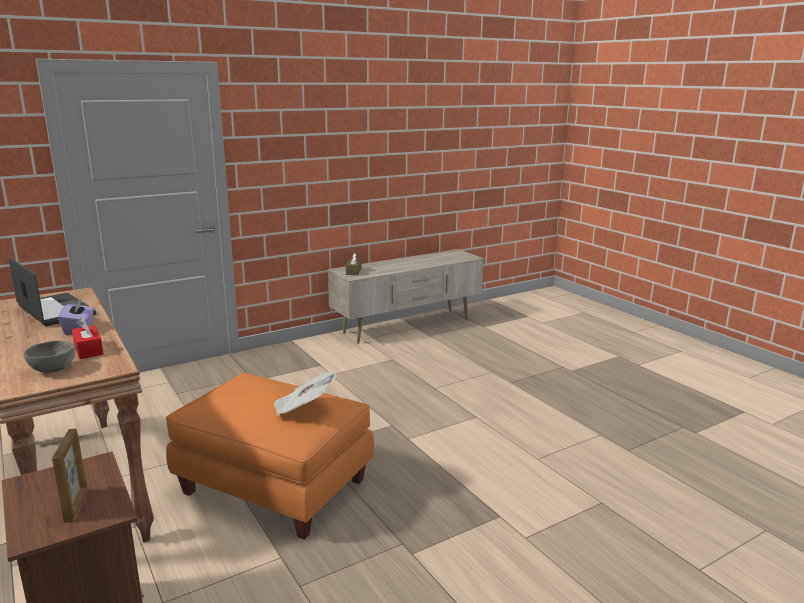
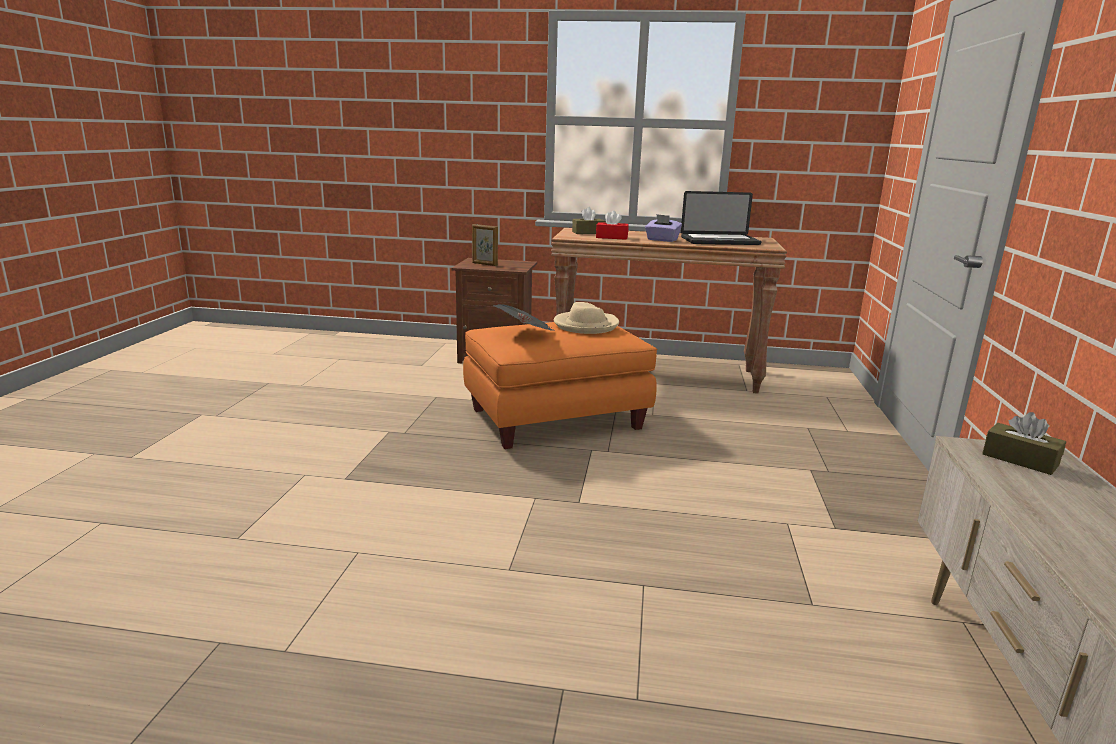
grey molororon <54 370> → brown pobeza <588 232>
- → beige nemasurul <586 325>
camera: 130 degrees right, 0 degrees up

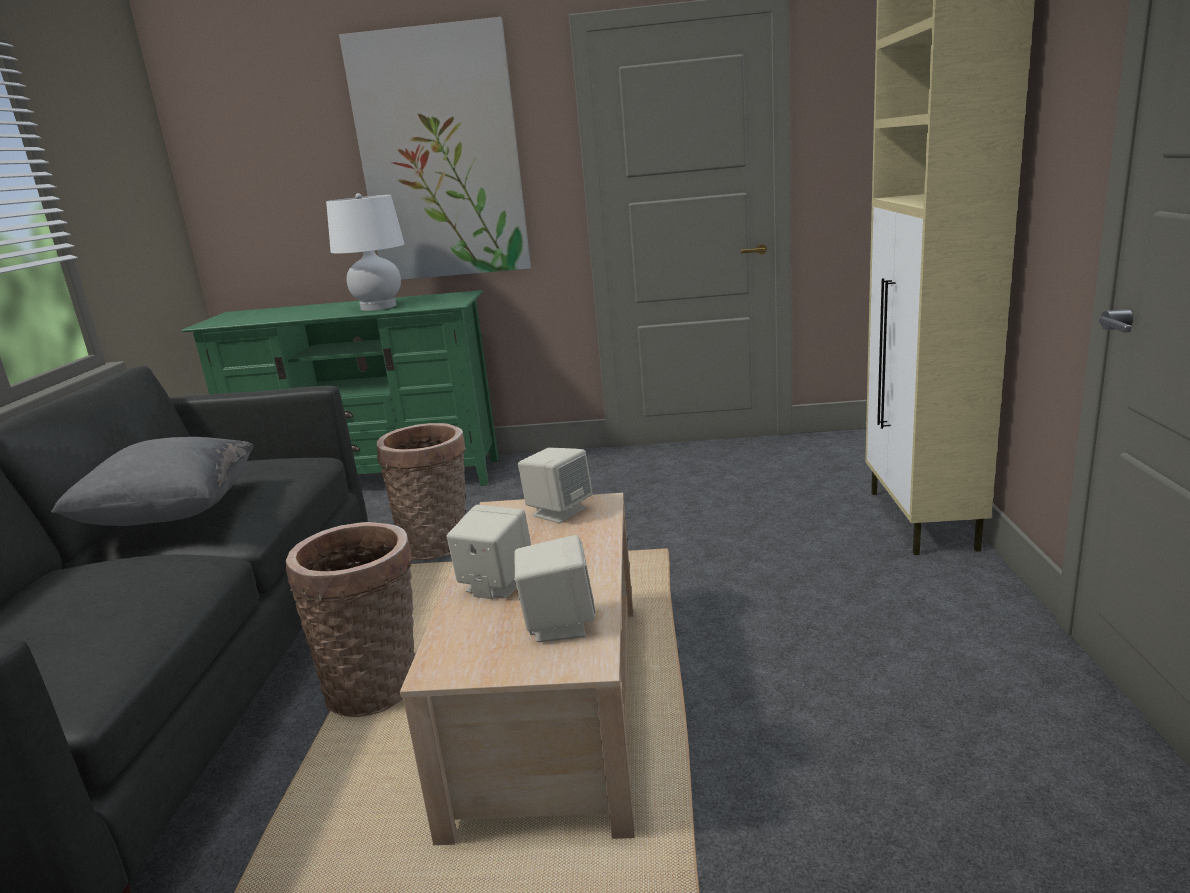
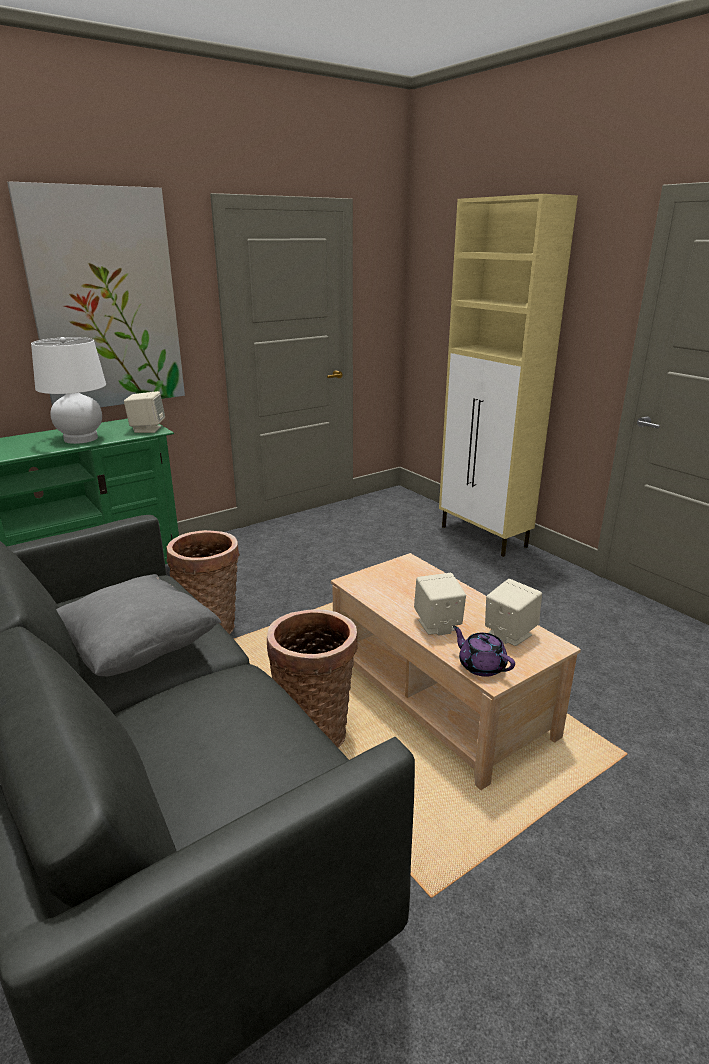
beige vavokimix <558 511> → beige vavokimix <147 429>, shifted
- → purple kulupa <481 665>
camera: 40 degrees left, 5 degrees up

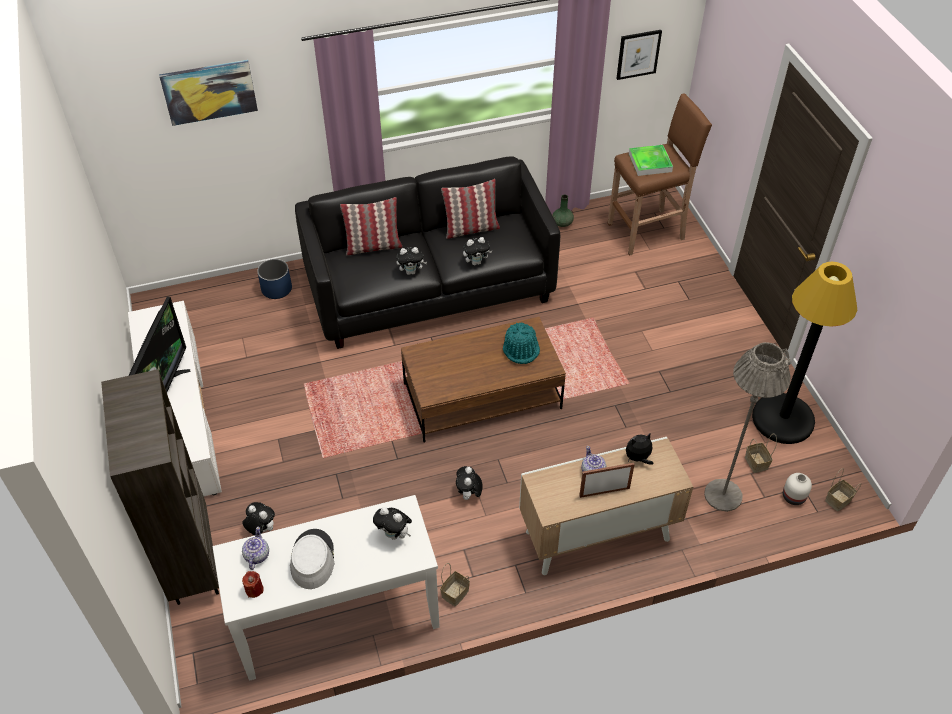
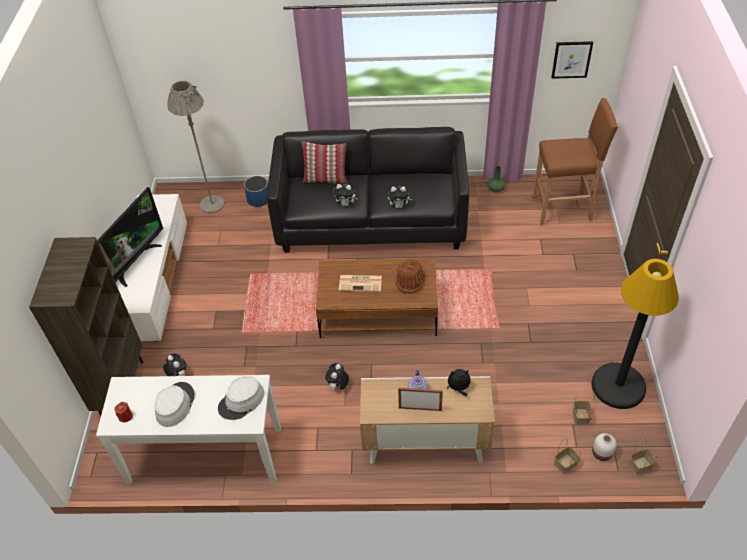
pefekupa <209 91> → -
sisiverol <650 162> → -
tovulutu <471 229> → -
turquoise nemasurul <521 349> → brown nemasurul <410 281>
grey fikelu <723 495> → grey fikelu <212 204>, shifted
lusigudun <394 534> → grey nemasurul <241 401>
kulupa <256 555> → -
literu <455 594> → literu <565 465>, shifted
- → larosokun <361 283>
camera: 20 degrees right, 0 degrees up

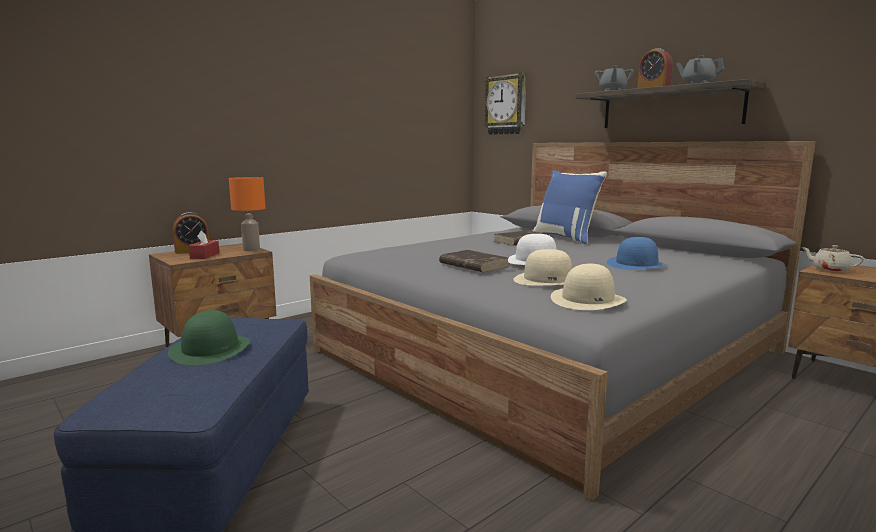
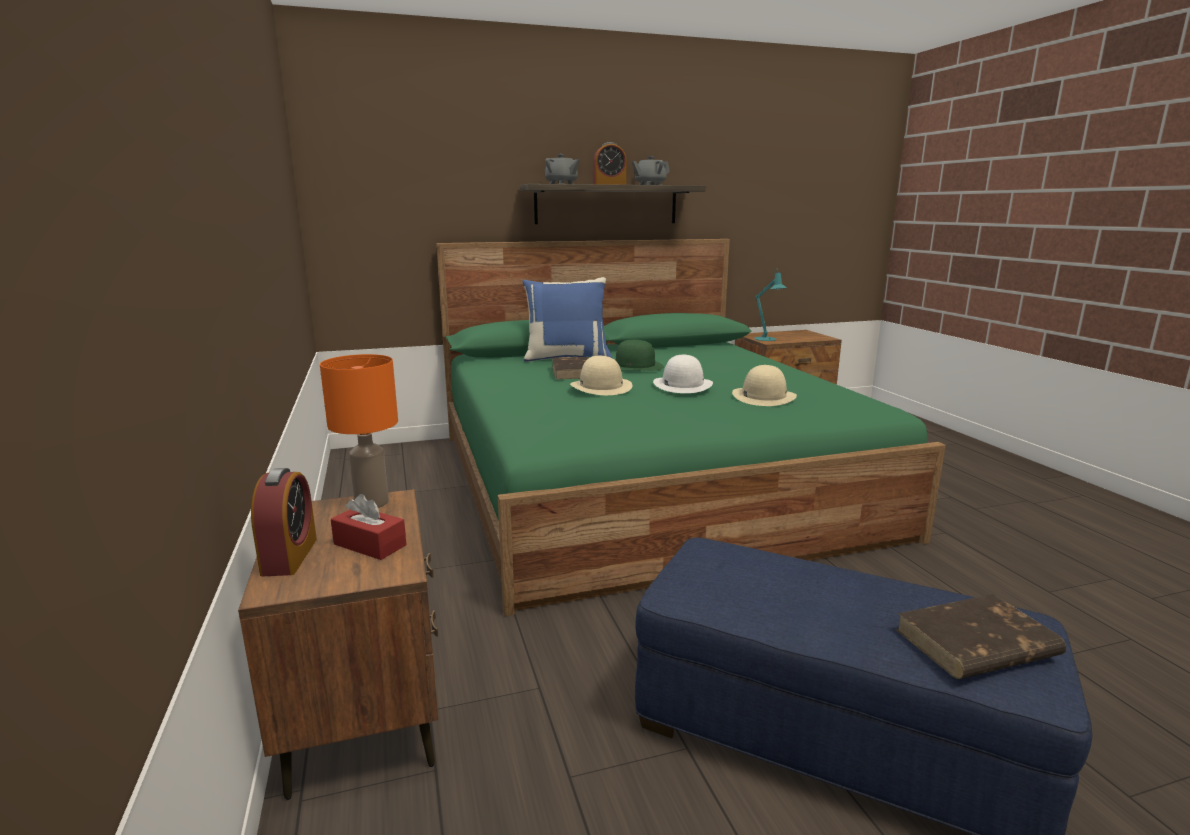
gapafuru <506 105> → -
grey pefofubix <549 351> → green pefofubix <645 481>
blue nemasurul <636 264> → -
beige kulupa <830 270> → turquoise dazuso <767 339>
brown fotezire <473 265> → brown fotezire <975 644>, shifted
beige nemasurul <588 300> → beige nemasurul <601 386>, shifted
green nemasurul <210 349> → green nemasurul <635 366>, shifted
camera: 65 degrees left, 5 degrees up

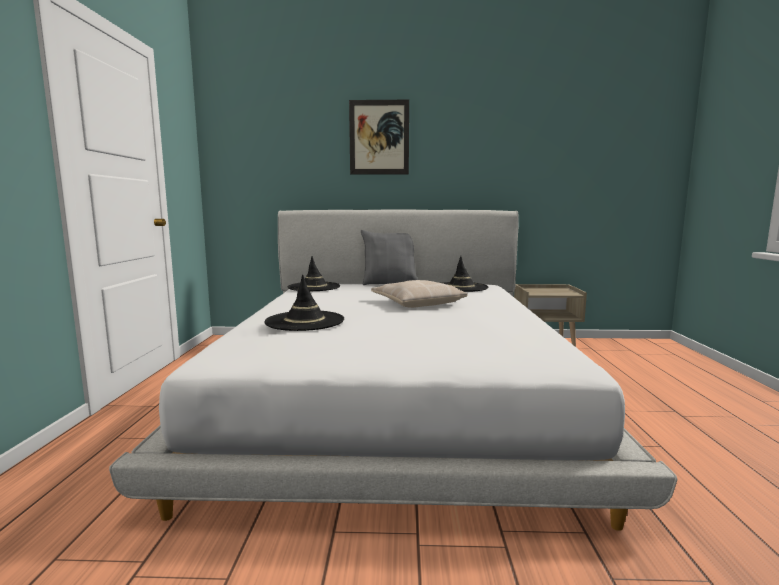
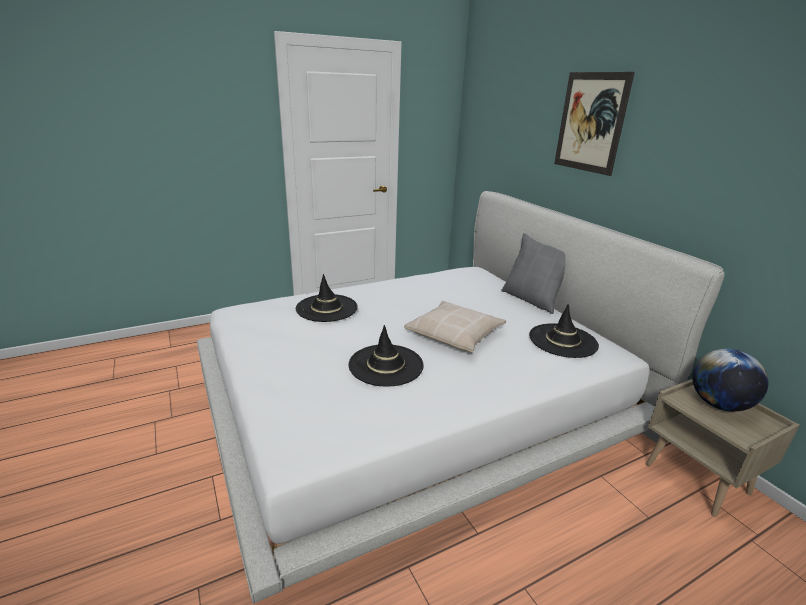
black nemasurul <314 287> → black nemasurul <386 365>, shifted
- → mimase <718 404>
camera: 60 degrees right, 15 degrees up

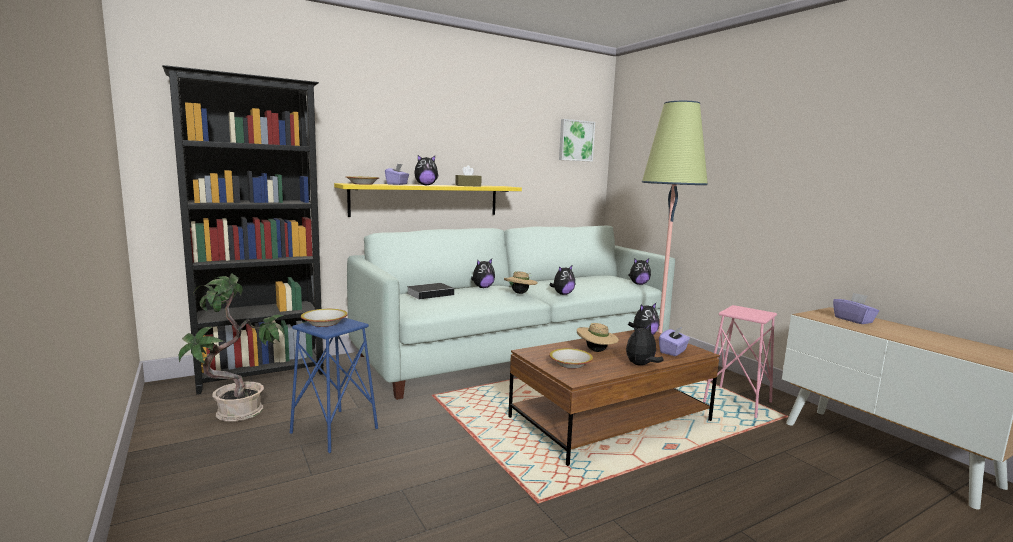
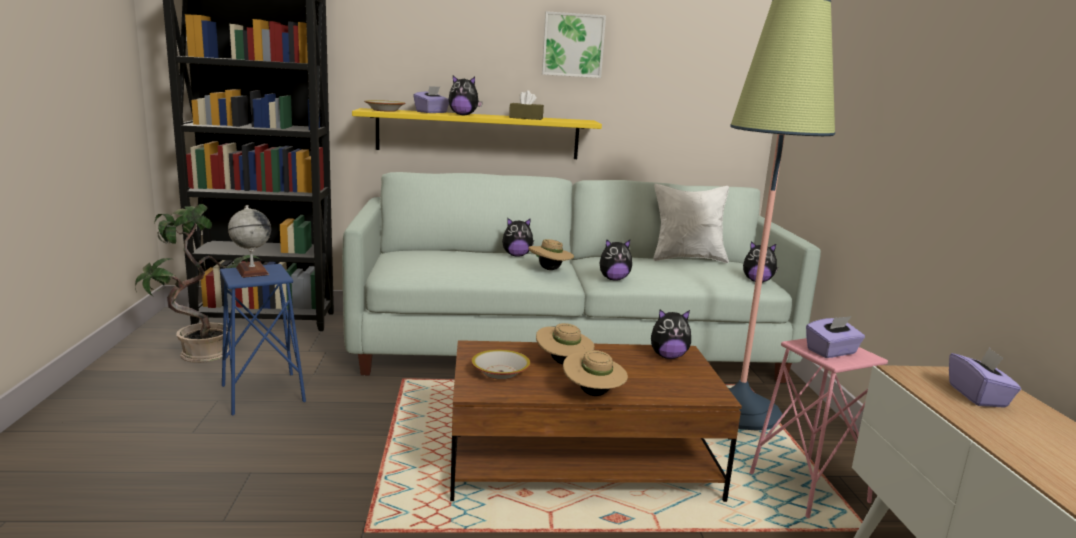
pefekupa <575 140> → pefekupa <573 45>, shifted
fotezire <431 294> → -
molororon <324 323> → mimase <252 271>
lusigudun <641 365> → beige nemasurul <593 394>
purple pobeza <673 351> → purple pobeza <832 352>, shifted
- → white tovulutu <687 258>
camera: 25 degrees right, 5 degrees up

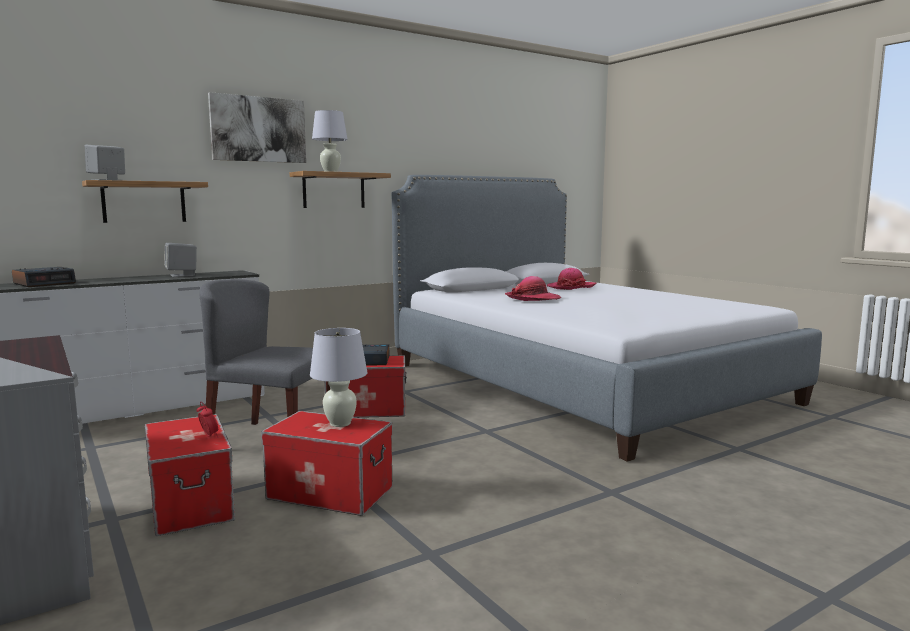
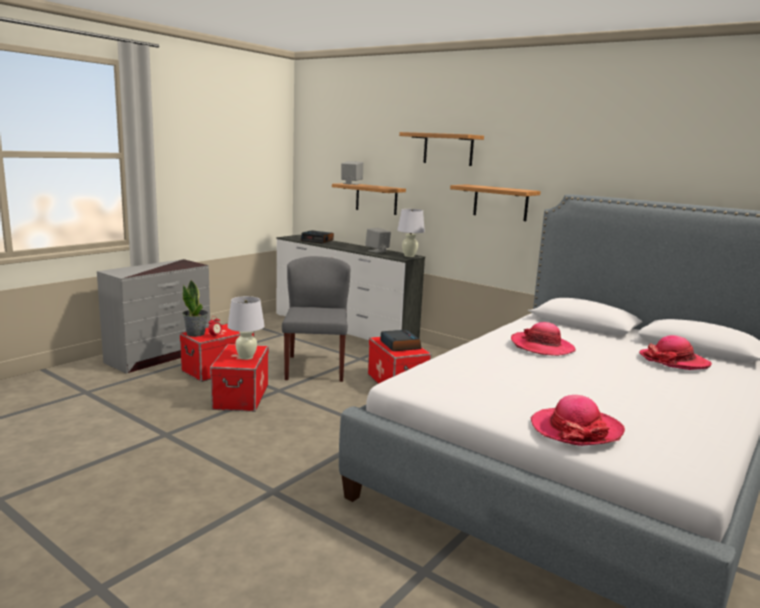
pefekupa <258 129> → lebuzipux <448 149>
white dazuso <330 172> → white dazuso <409 256>, shifted
- → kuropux <196 334>
- → nemasurul <576 429>
camera: 70 degrees right, 5 degrees up

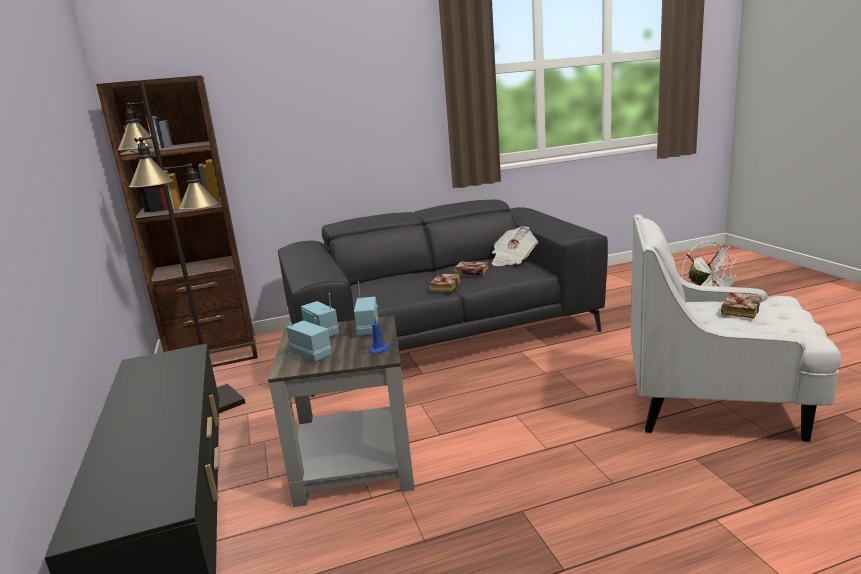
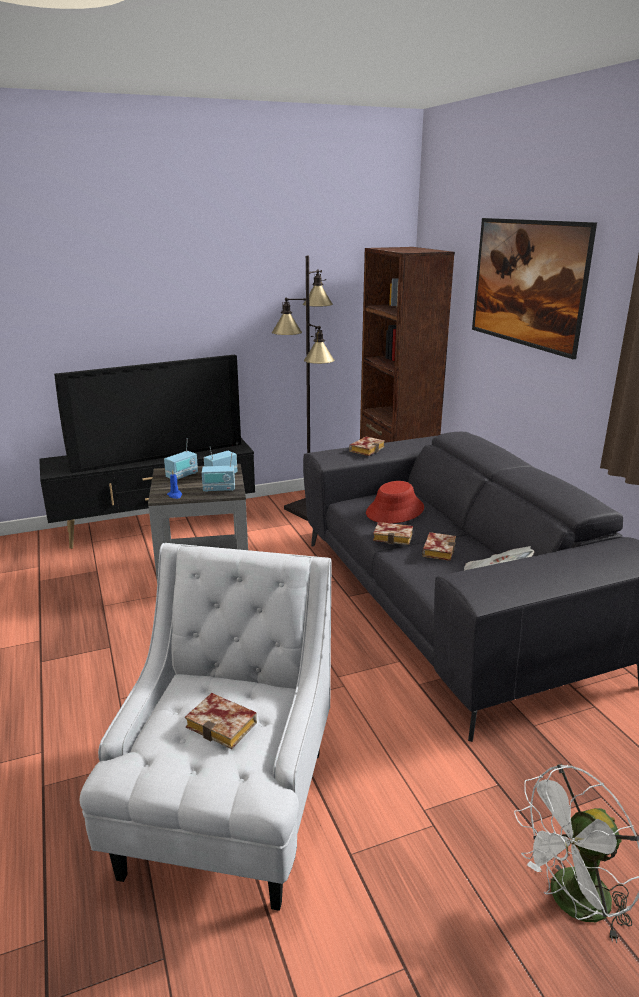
- → pefekupa <523 313>
- → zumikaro <158 454>
- → fotezire <366 449>
- → red nemasurul <395 511>
camera: 85 degrees right, 5 degrees up

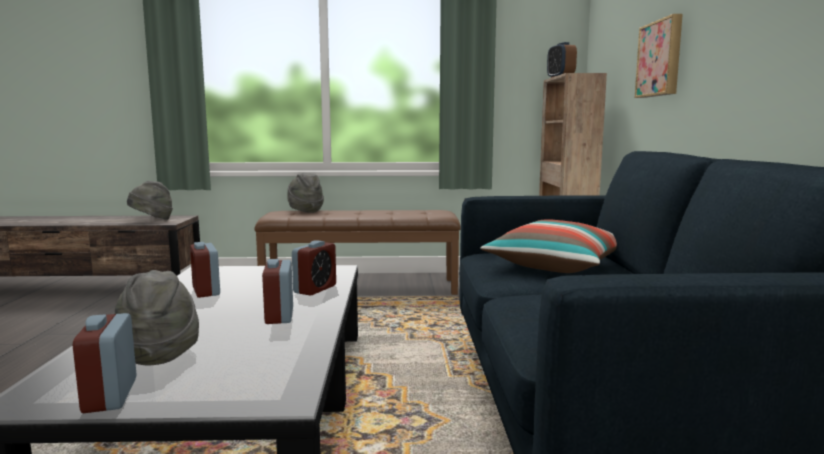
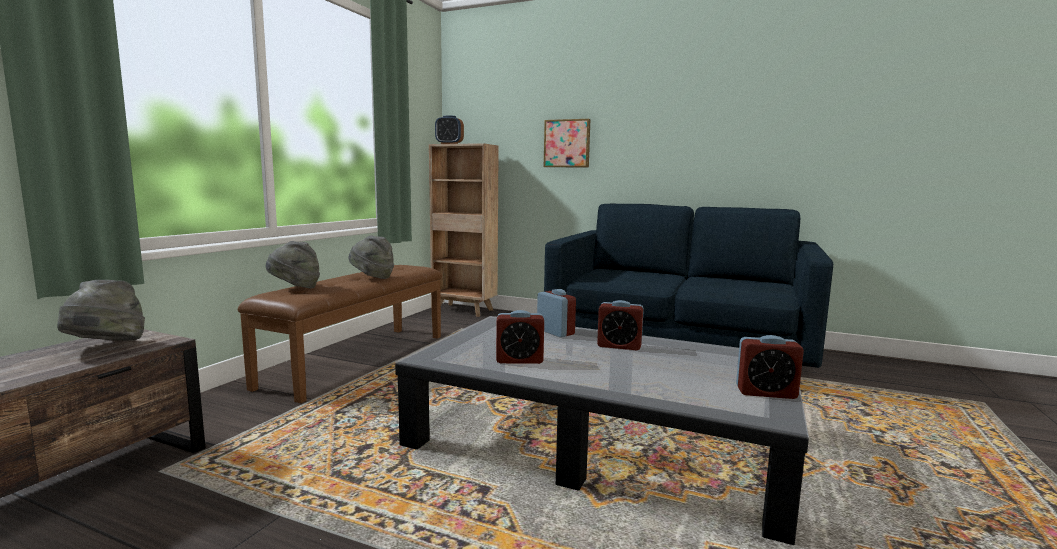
tovulutu <556 266> → -
grey nemasurul <159 352> → grey nemasurul <372 277>, shifted
camera: 65 degrees left, 0 degrees up

